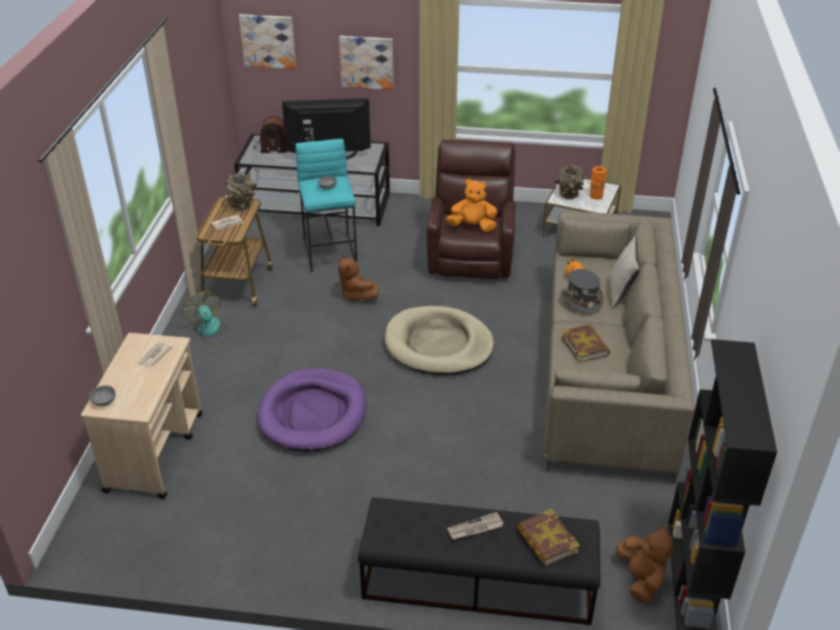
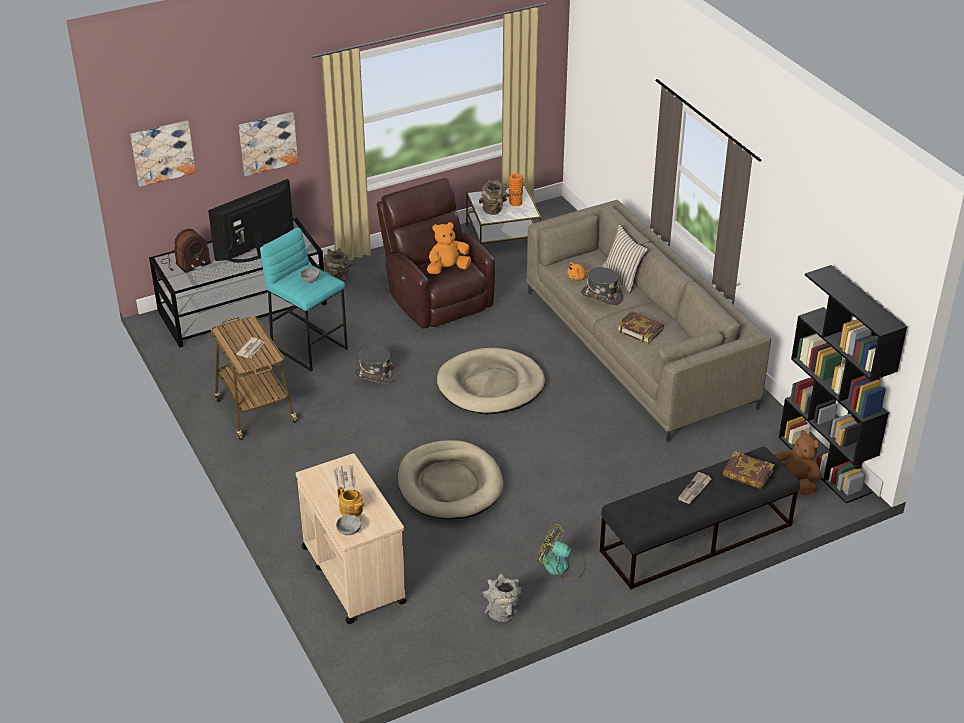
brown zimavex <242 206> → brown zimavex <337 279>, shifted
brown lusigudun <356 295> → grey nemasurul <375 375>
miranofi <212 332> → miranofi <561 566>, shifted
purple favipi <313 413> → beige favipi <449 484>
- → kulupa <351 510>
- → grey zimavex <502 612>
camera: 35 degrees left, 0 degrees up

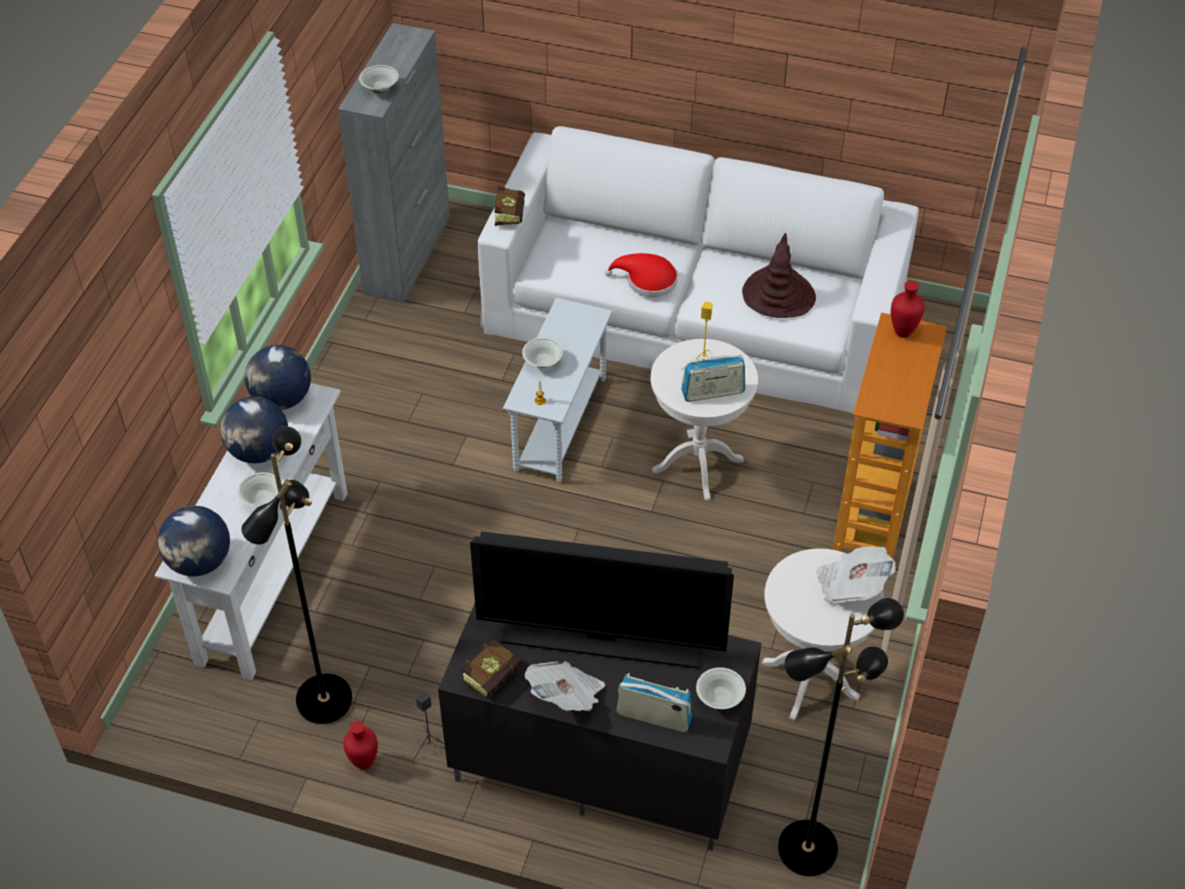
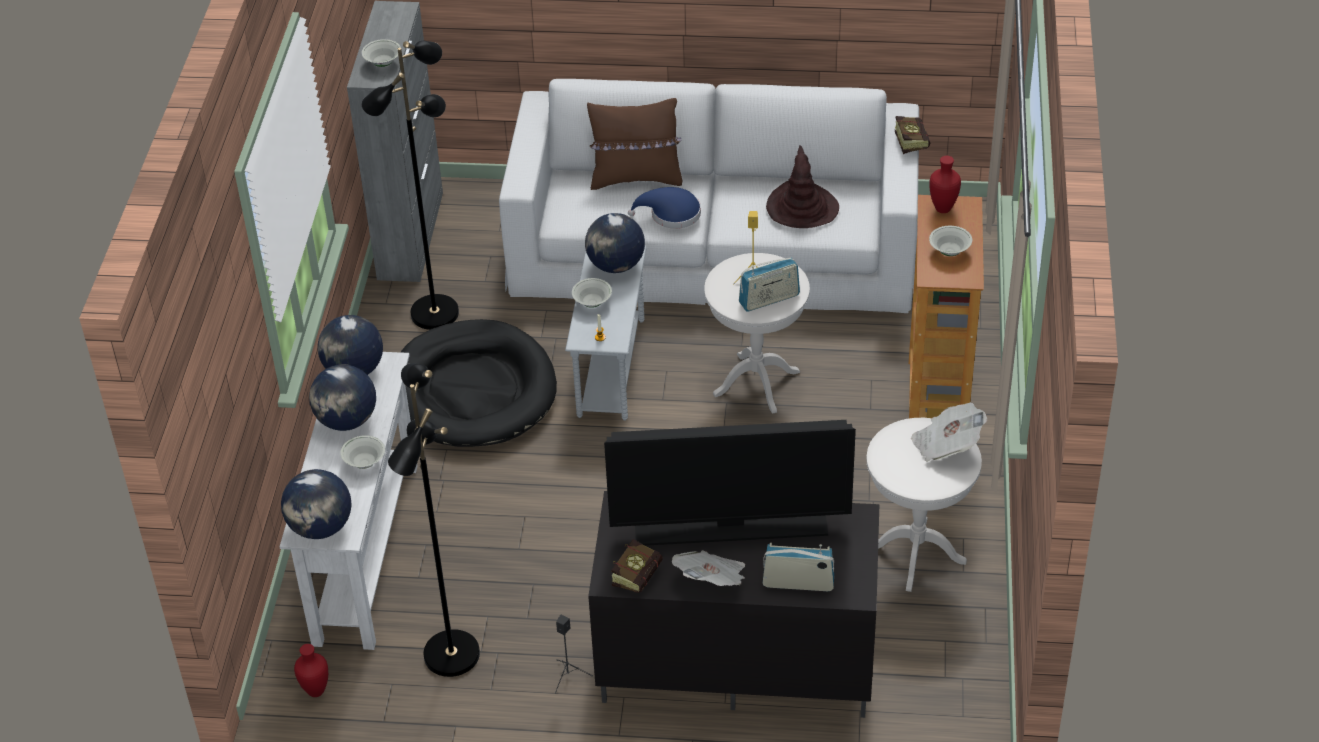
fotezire <510 213> → fotezire <910 141>, shifted
red nemasurul <647 281> → blue nemasurul <671 214>
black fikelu <807 847> → black fikelu <434 312>, shifted
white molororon <720 698> → white molororon <949 252>, shifted
red zimavex <365 763> → red zimavex <317 691>, shifted
- → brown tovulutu <636 178>
- → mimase <615 265>
- → black favipi <474 390>
camera: 10 degrees left, 5 degrees down

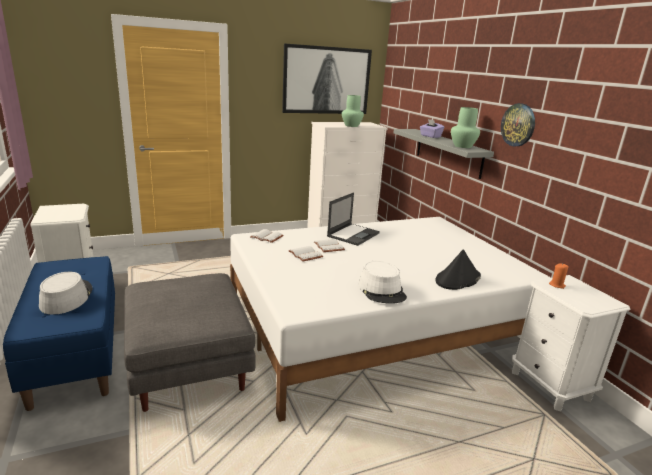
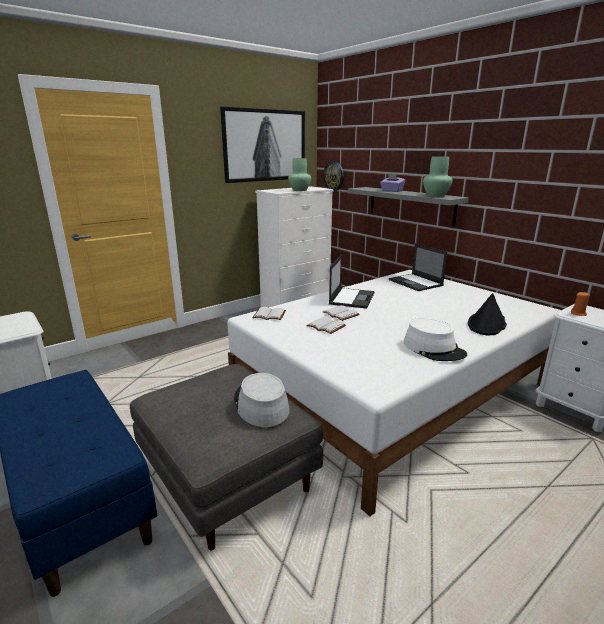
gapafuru <518 125> → gapafuru <334 176>, shifted
grey nemasurul <66 297> → grey nemasurul <260 404>, shifted
- → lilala <416 283>
camera: 15 degrees left, 0 degrees up

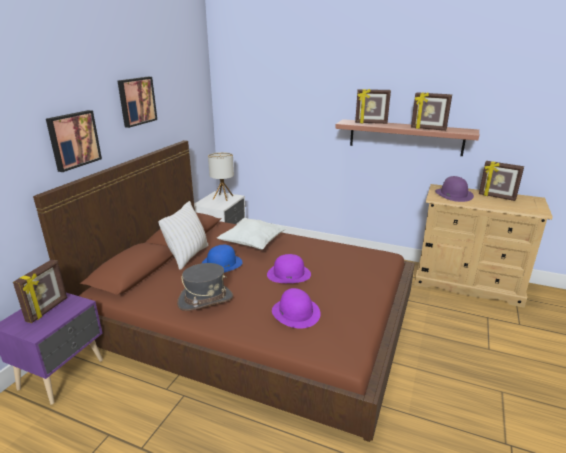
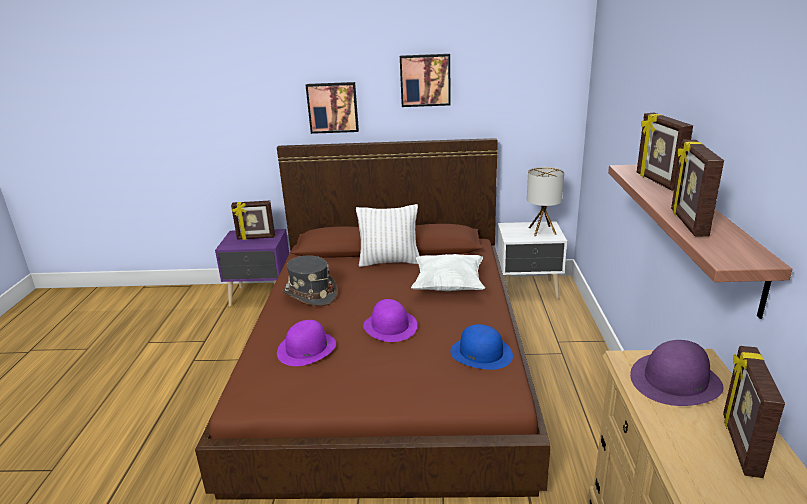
blue nemasurul <221 264> → blue nemasurul <481 353>, shifted
camera: 70 degrees right, 0 degrees up

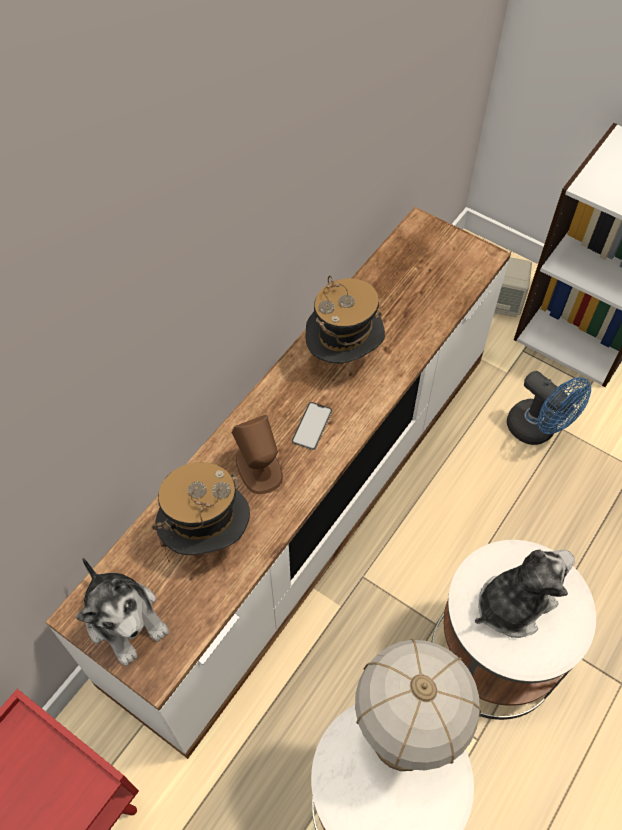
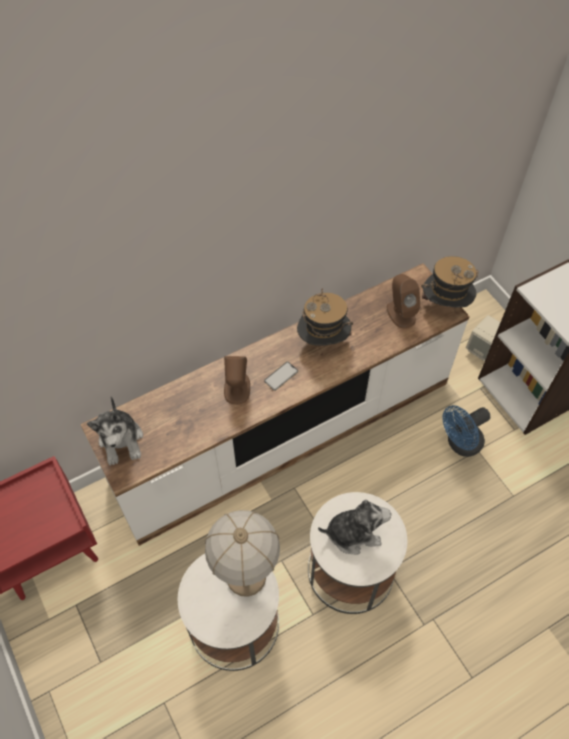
blue miranofi <538 430> → blue miranofi <460 444>, 75 degrees clockwise
nemasurul <207 537> → nemasurul <444 306>, shifted
- → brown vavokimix <400 313>
camera: 25 degrees right, 0 degrees up

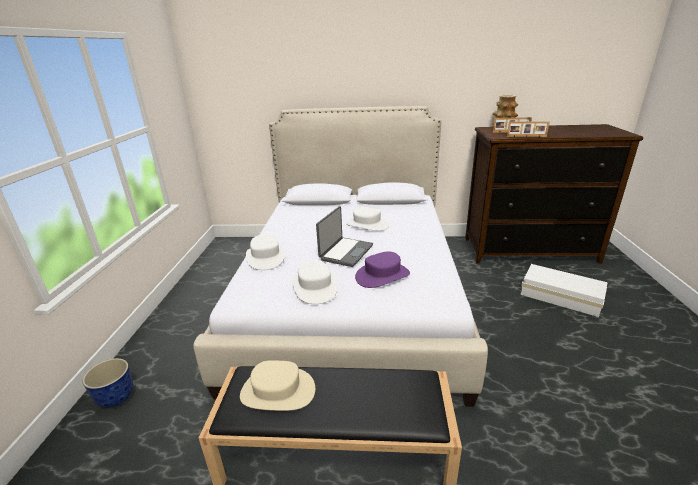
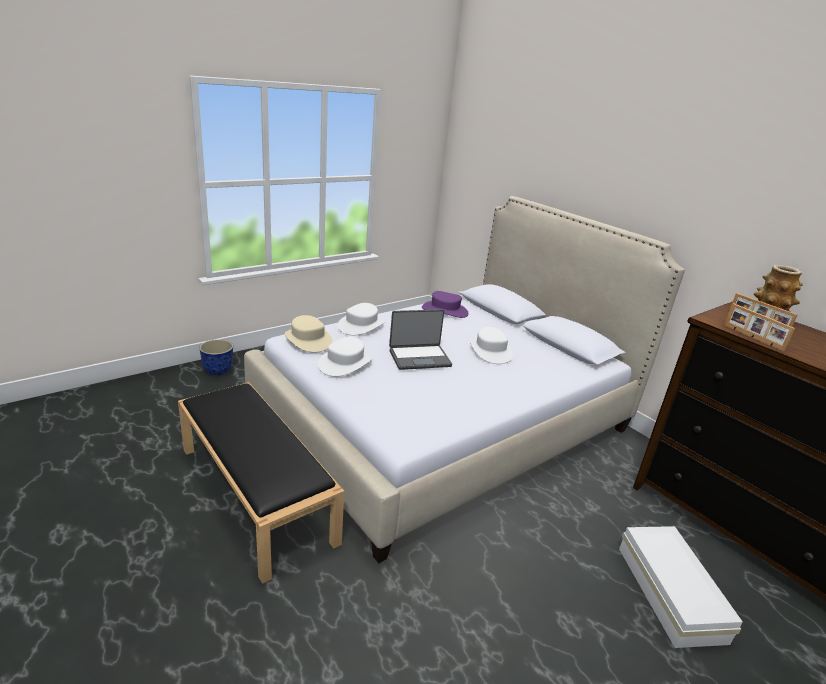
purple nemasurul <382 275> → purple nemasurul <445 310>, shifted
beige nemasurul <277 391> → beige nemasurul <308 340>, shifted
camera: 45 degrees right, 0 degrees up

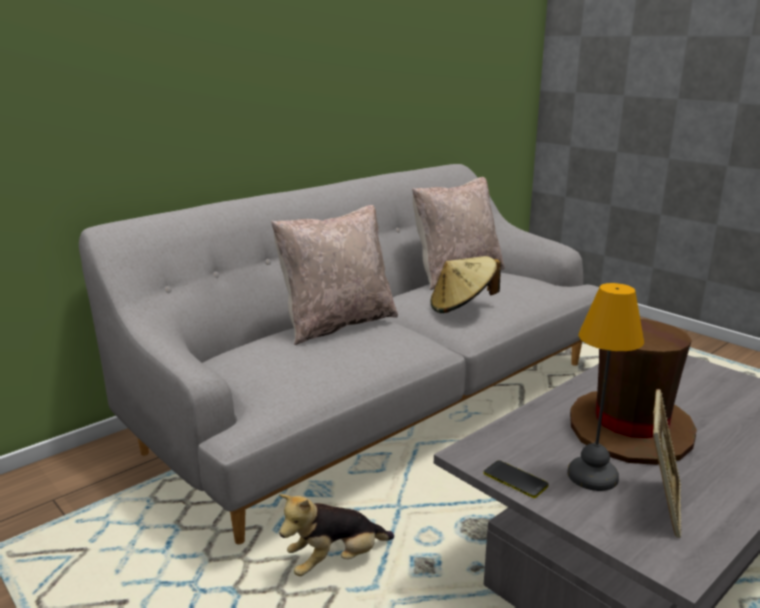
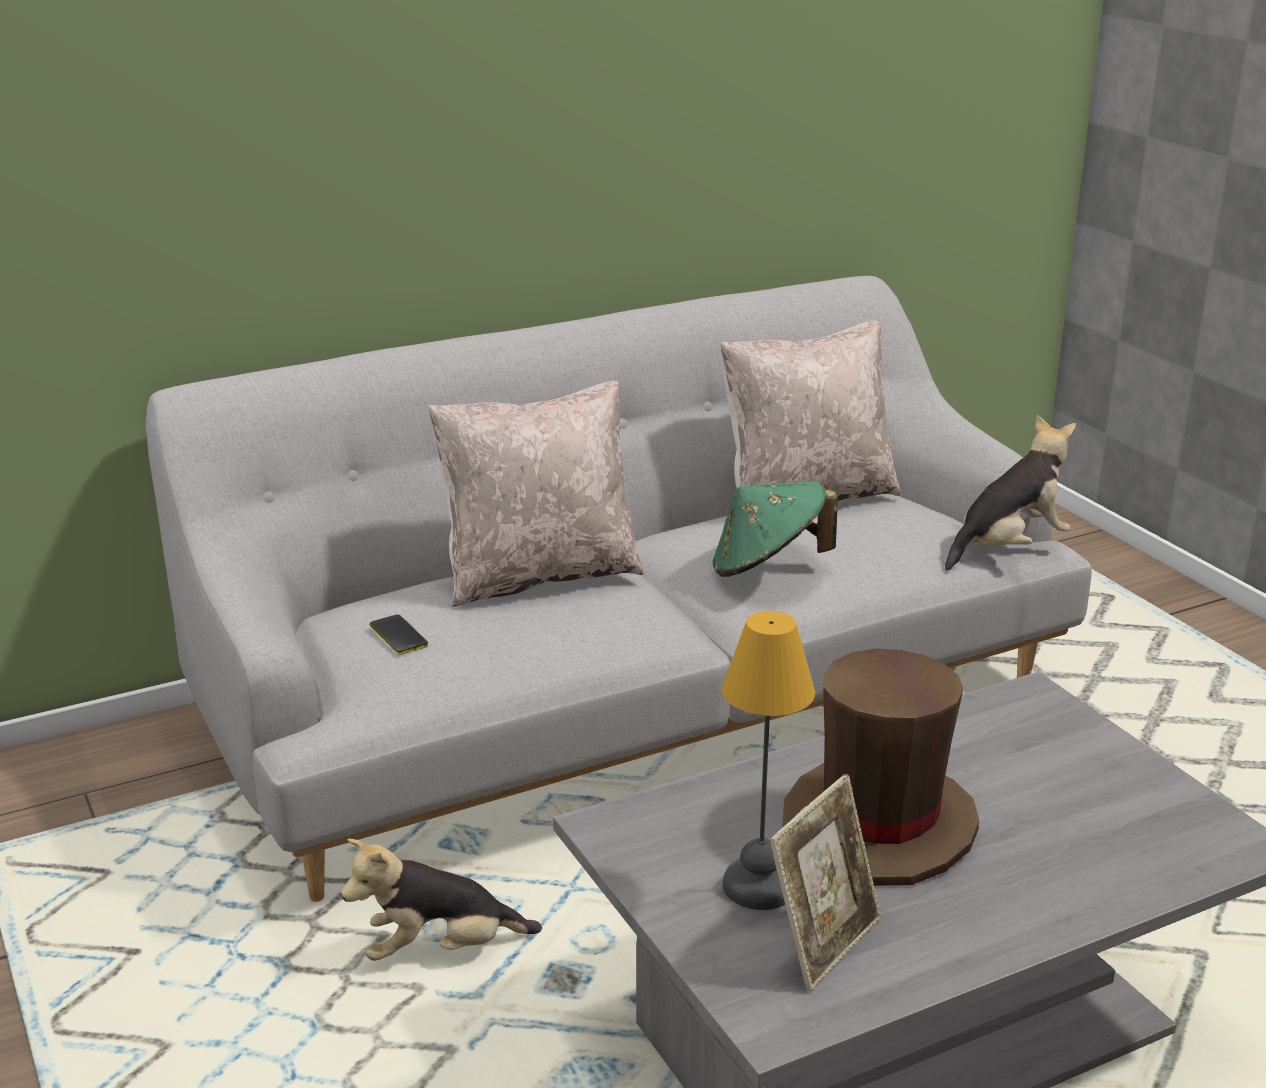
beige nemasurul <462 307> → green nemasurul <768 567>
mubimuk <515 480> → mubimuk <398 635>, shifted
- → lusigudun <1008 547>
camera: 15 degrees right, 5 degrees up

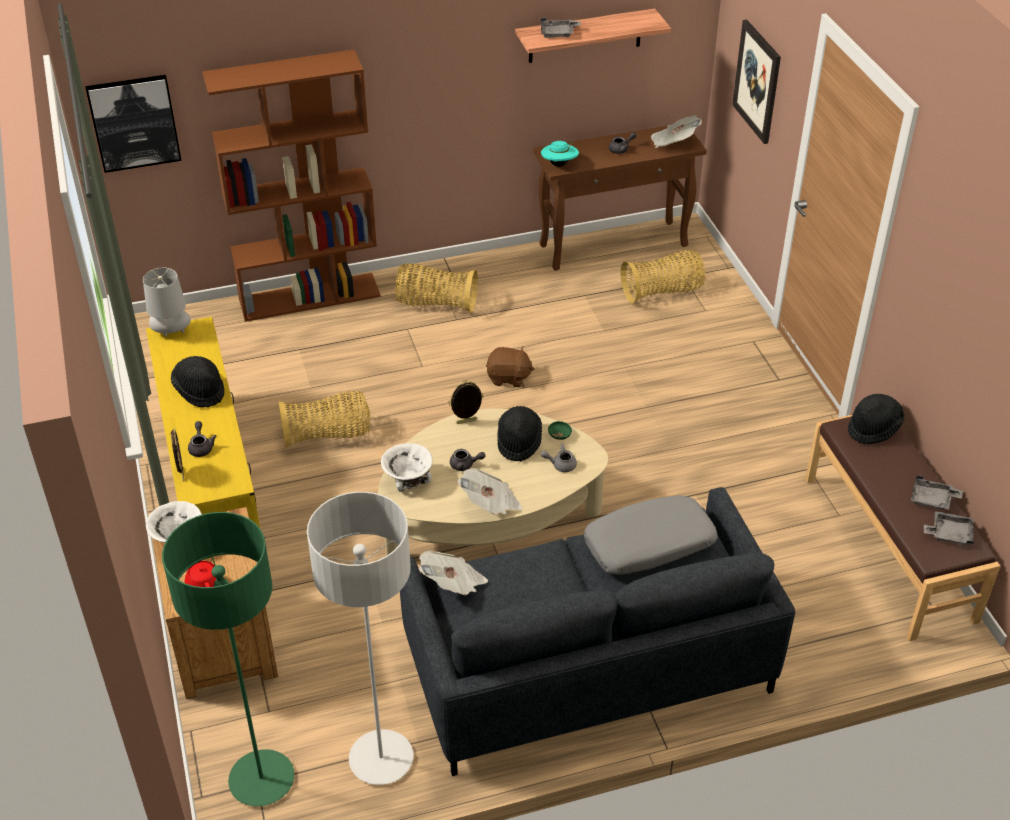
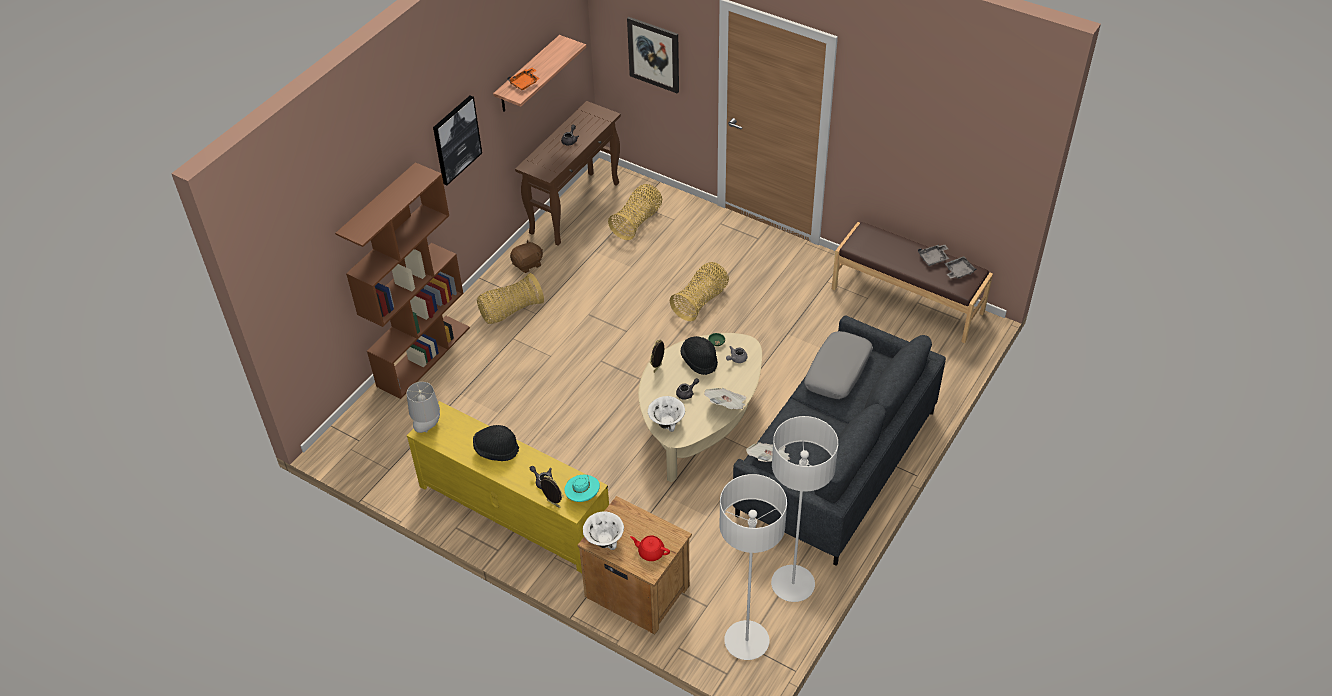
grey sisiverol <558 34> → orange sisiverol <525 83>
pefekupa <134 122> → pefekupa <456 139>, shifted
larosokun <673 143> → -
turquoise nemasurul <559 164> → turquoise nemasurul <582 496>, shifted
brown lusigudun <508 378> → brown lusigudun <528 264>, shifted
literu <327 435> → literu <701 301>, shifted
black nemasurul <873 428> → -
green fikelu <261 780> → grey fikelu <746 641>
camera: 40 degrees left, 5 degrees up

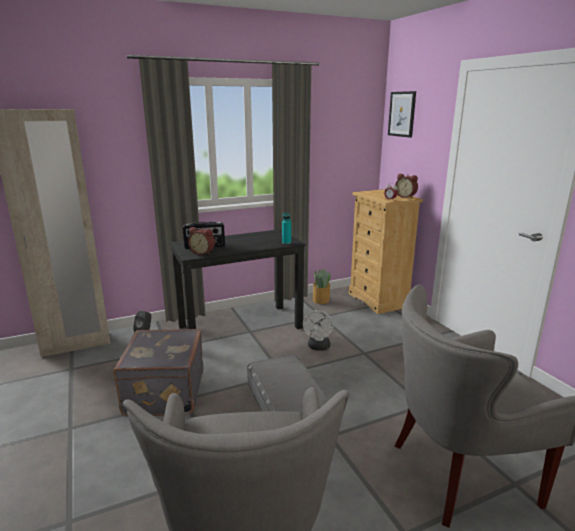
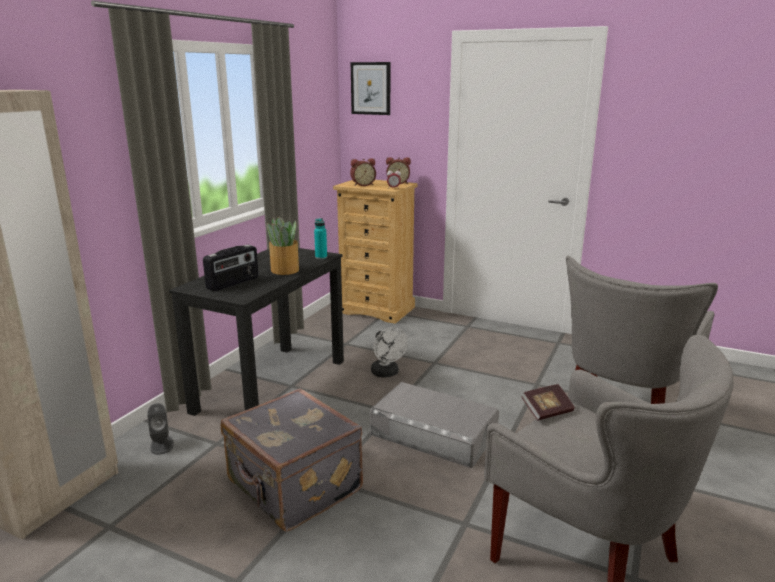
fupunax <203 253> → fupunax <362 185>, shifted
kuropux <320 300> → kuropux <284 270>, shifted
- → fotezire <547 411>
camera: 40 degrees left, 0 degrees up

